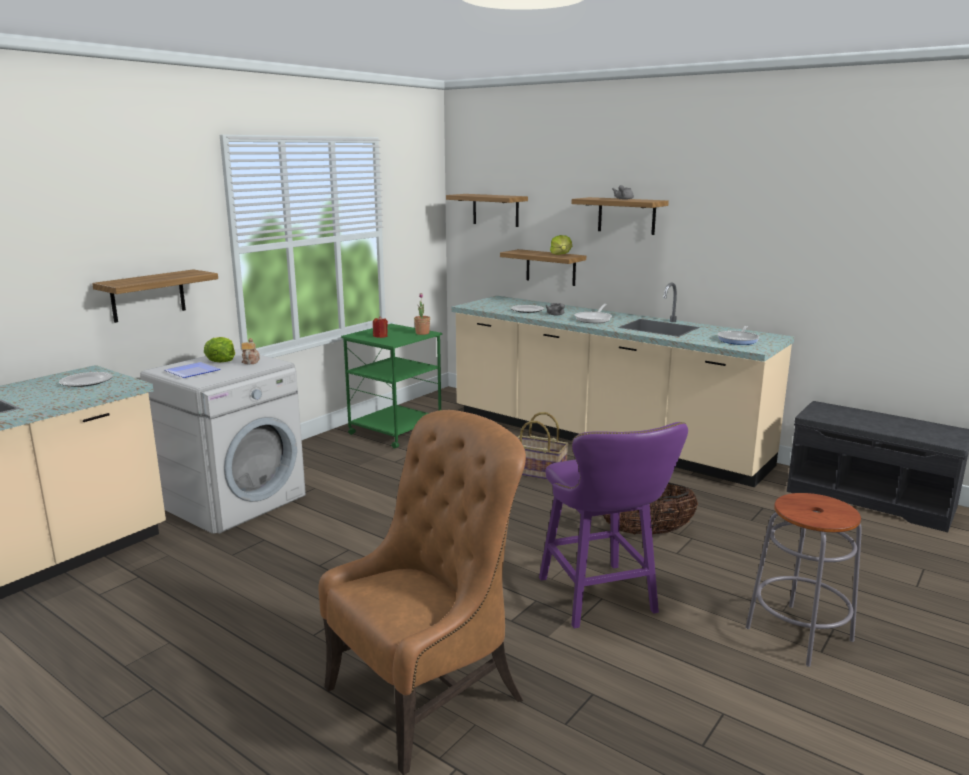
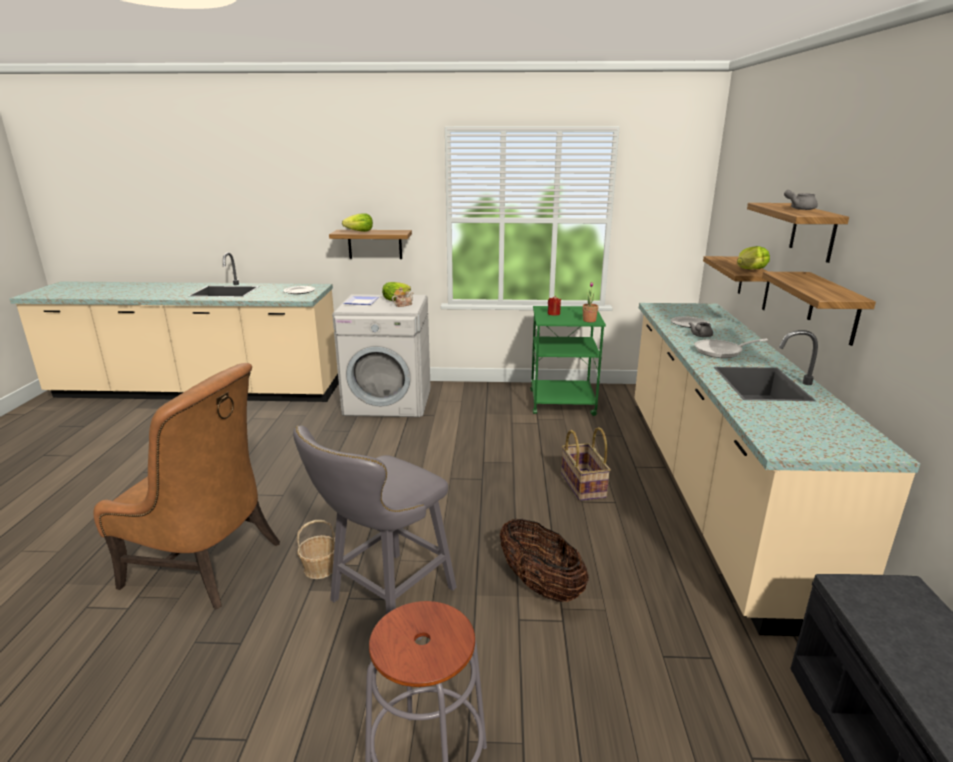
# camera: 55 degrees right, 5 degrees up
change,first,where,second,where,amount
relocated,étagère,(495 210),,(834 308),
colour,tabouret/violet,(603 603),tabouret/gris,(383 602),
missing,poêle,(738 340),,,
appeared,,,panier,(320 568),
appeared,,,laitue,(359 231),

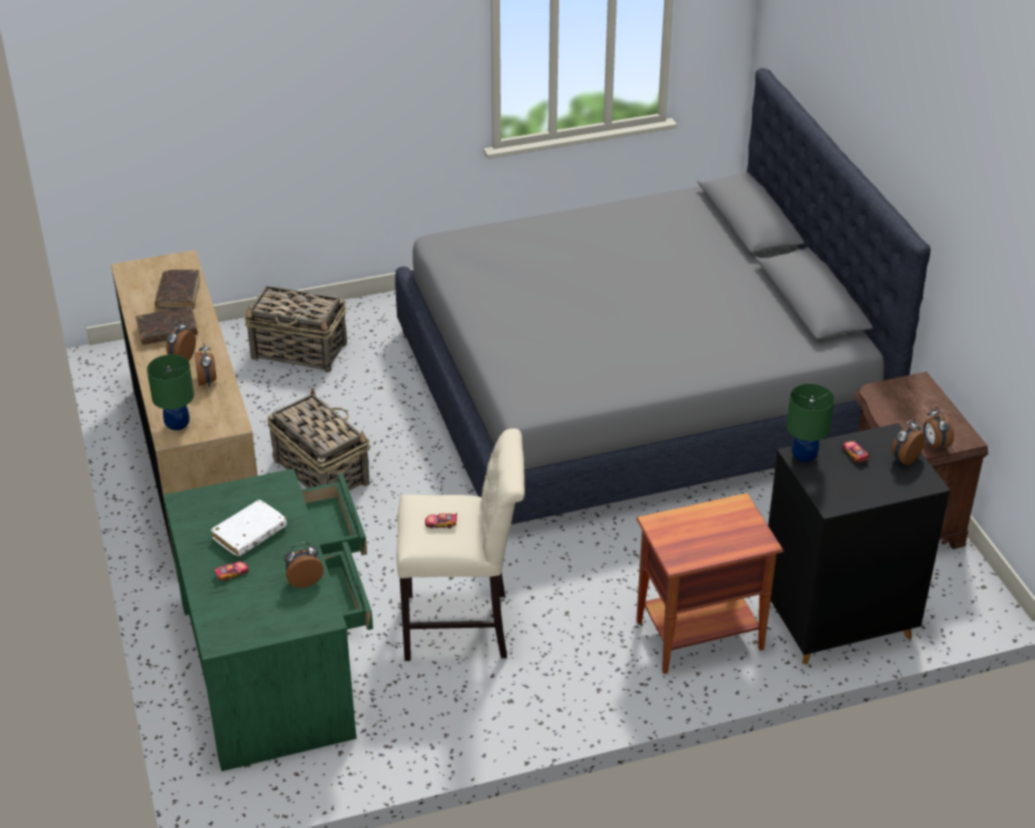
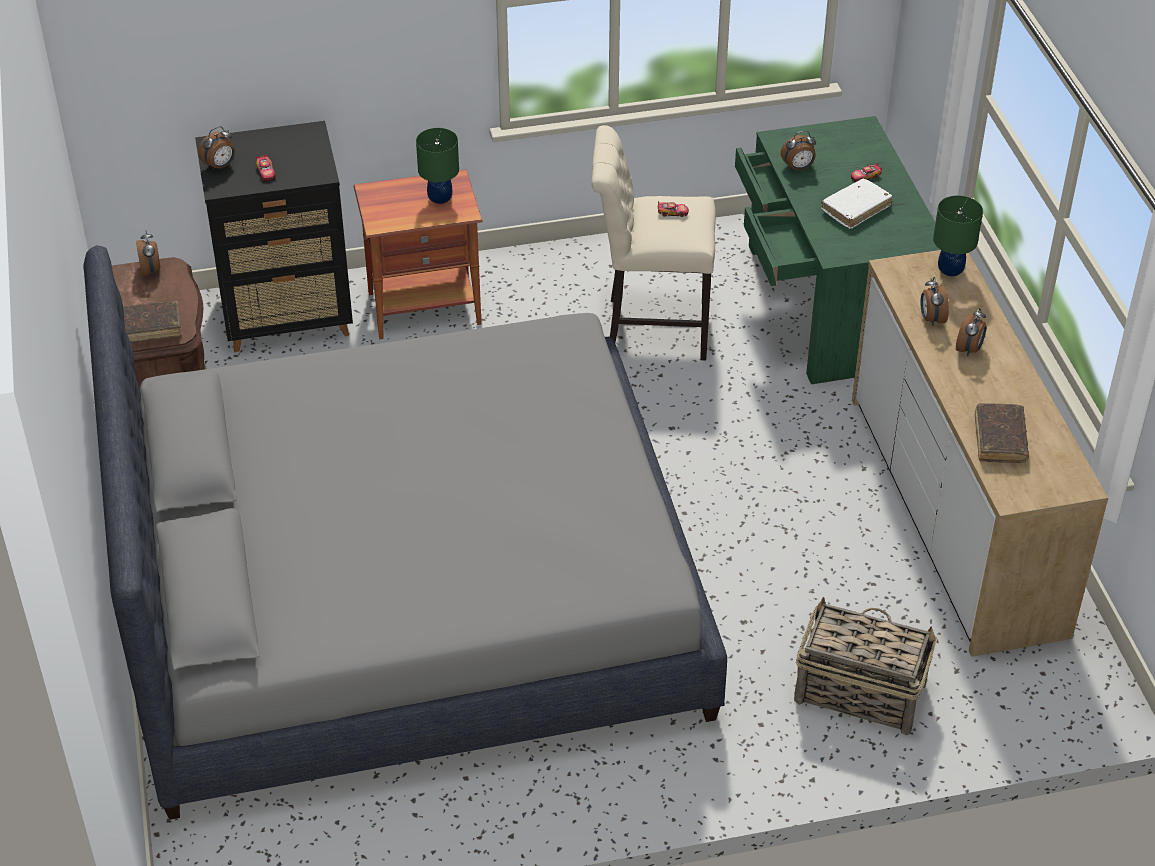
# camera: 175 degrees left, 5 degrees up
change,first,where,second,where,amount
relocated,livre/marron,(167 331),,(148 327),
missing,panier,(320 471),,,
relocated,lampe de table/vert,(803 456),,(440 200),

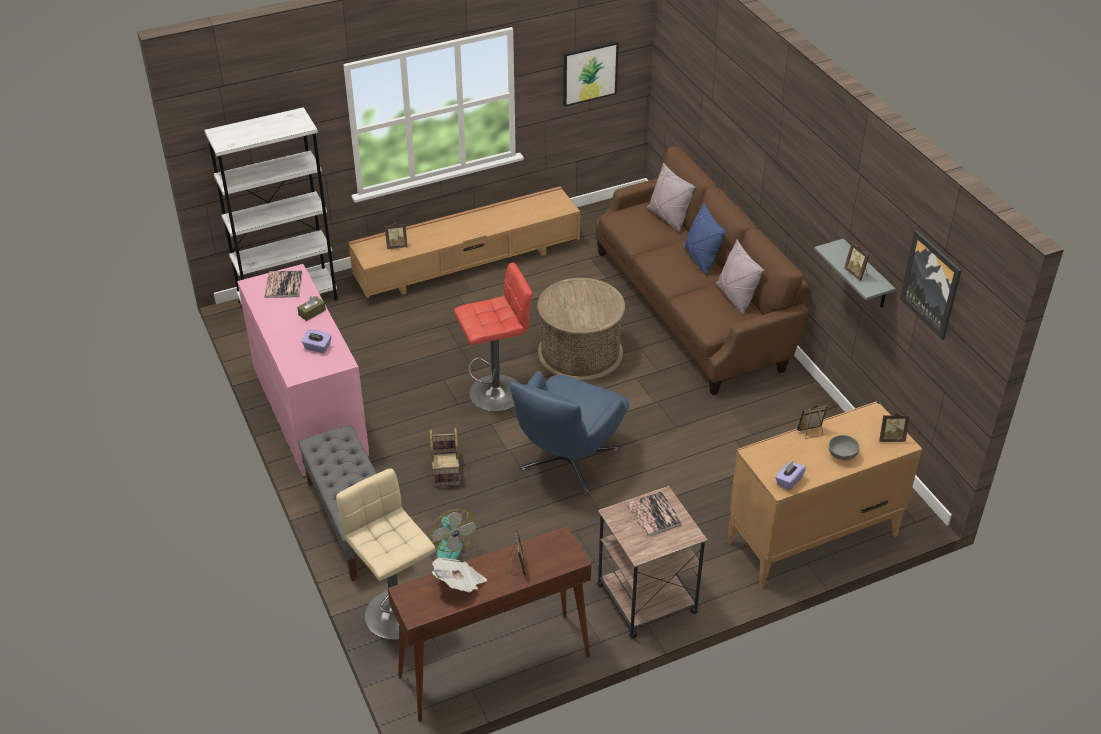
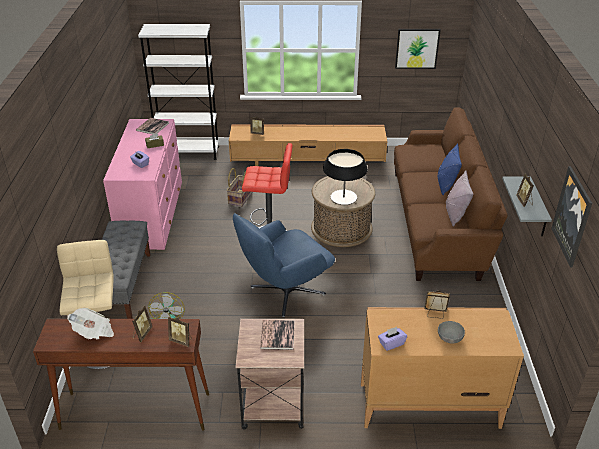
# camera: 25 degrees right, 5 degrees down
change,first,where,second,where,amount
relocated,panier,(445 469),,(240 197),
missing,coussin/violet,(668 218),,,
relocated,cadre photo,(891 438),,(181 340),
appeared,,,lampe de table,(343 197),

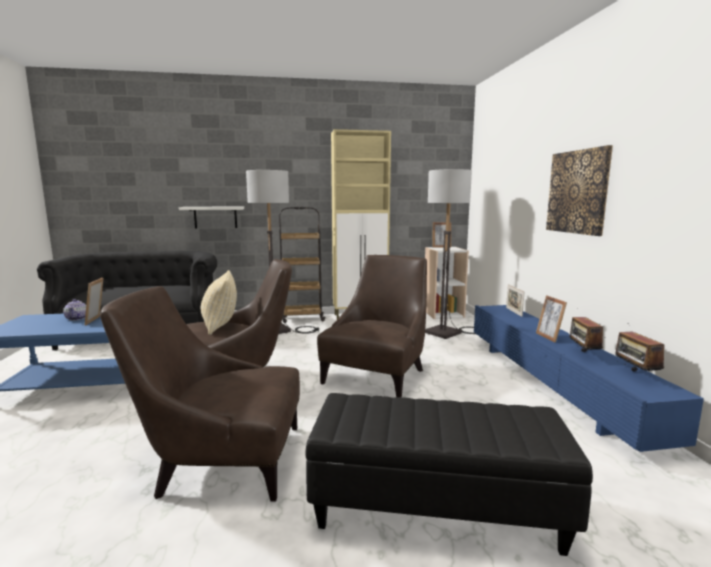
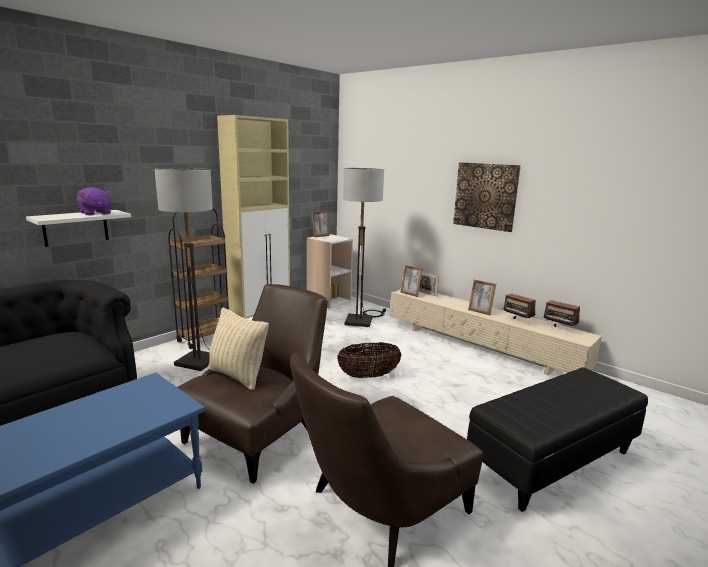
# camera: 40 degrees left, 5 degrees up
change,first,where,second,where,amount
missing,théière,(77 318),,,
relocated,cadre photo,(96 320),,(410 294),
exchanged,fauteuil/marron,(378 373),panier,(368 376),
colour,meuble télé/bleu,(551 383),meuble télé/beige,(480 345),
appeared,,,peluche/violet,(95 213),

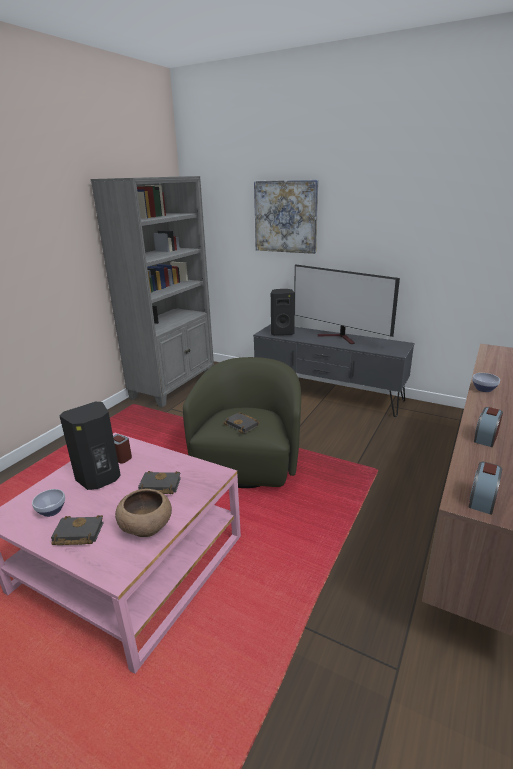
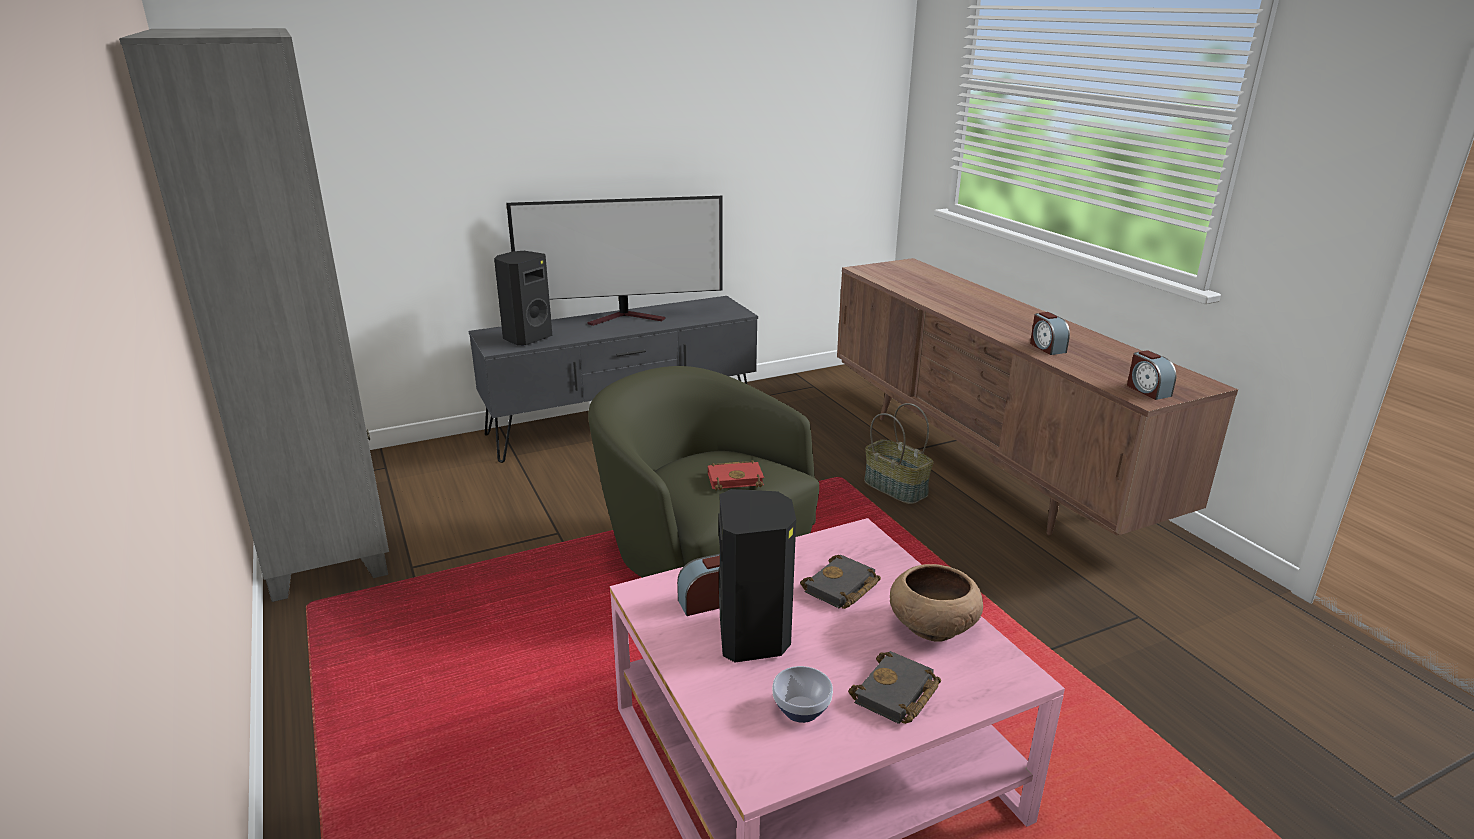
# camera: 55 degrees left, 0 degrees up
change,first,where,second,where,amount
colour,livre/noir,(243 425),livre/rouge,(736 479),
missing,tableau,(286 217),,,
missing,bol,(483 389),,,
appeared,,,panier,(896 488),

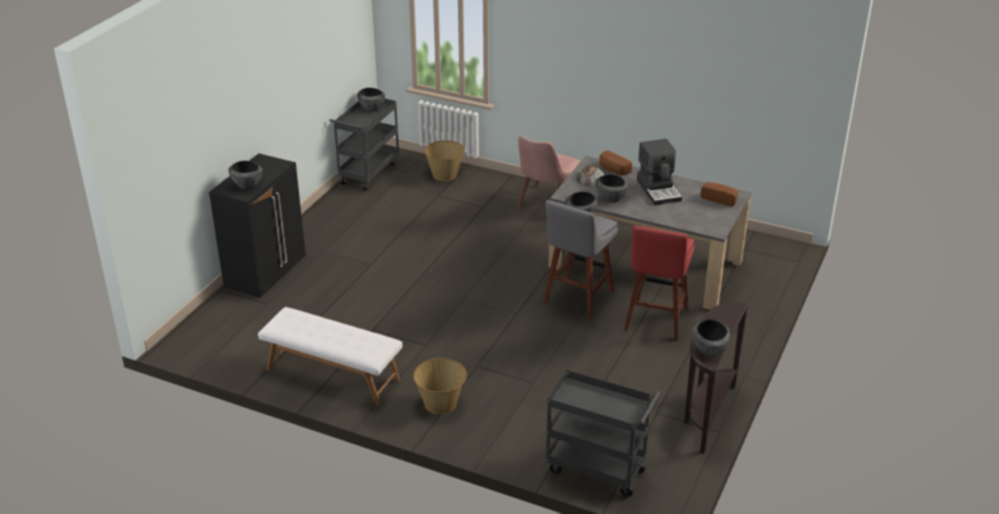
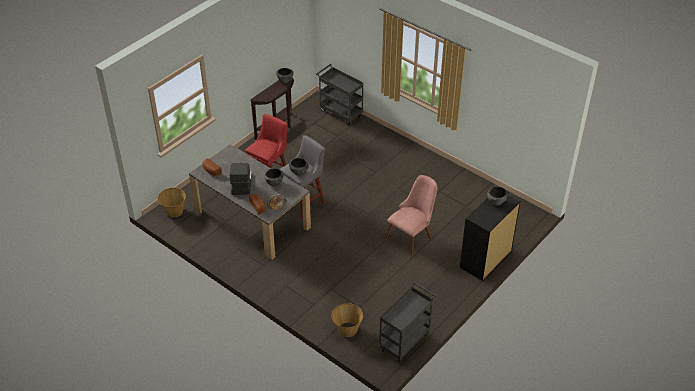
# camera: 165 degrees left, 10 degrees up
change,first,where,second,where,amount
missing,banc/blanc,(332 375),,,
missing,bol,(372 109),,,
relocated,panier,(441 403),,(174 211),
relocated,chaise/rose,(545 206),,(412 235),

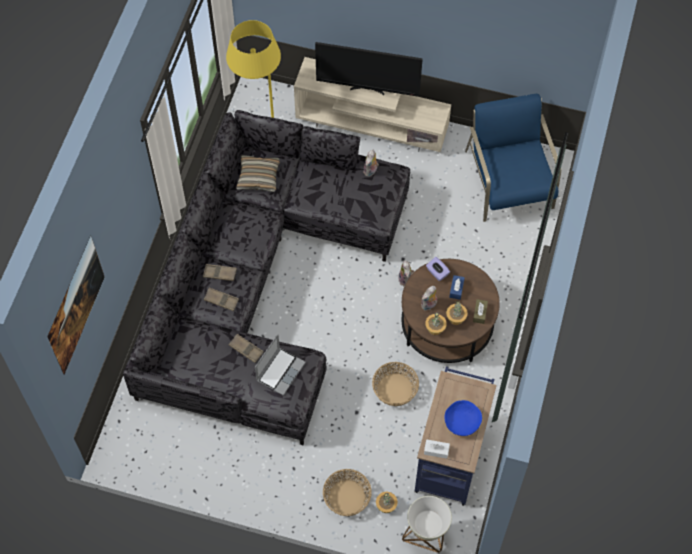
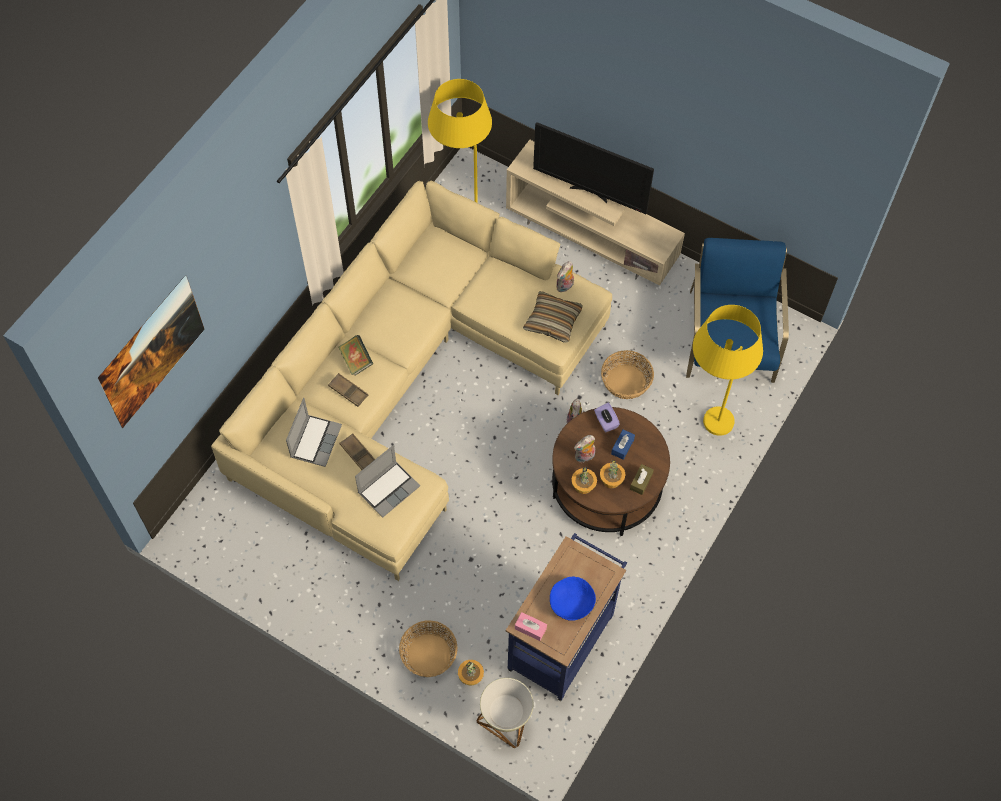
# camera: 15 degrees right, 0 degrees up
change,first,where,second,where,amount
colour,canapé/noir,(259 285),canapé/beige,(407 386),
exchanged,plateau/marron,(220 274),livre,(356 361),
relocated,coussin,(258 177),,(553 321),
relocated,panier,(395 389),,(626 381),
colour,boîte à mouchoirs/blanc,(436 450),boîte à mouchoirs/rose,(530 628),
appeared,,,ordinateur portable,(315 440),
appeared,,,lampadaire/jaune,(704 430),

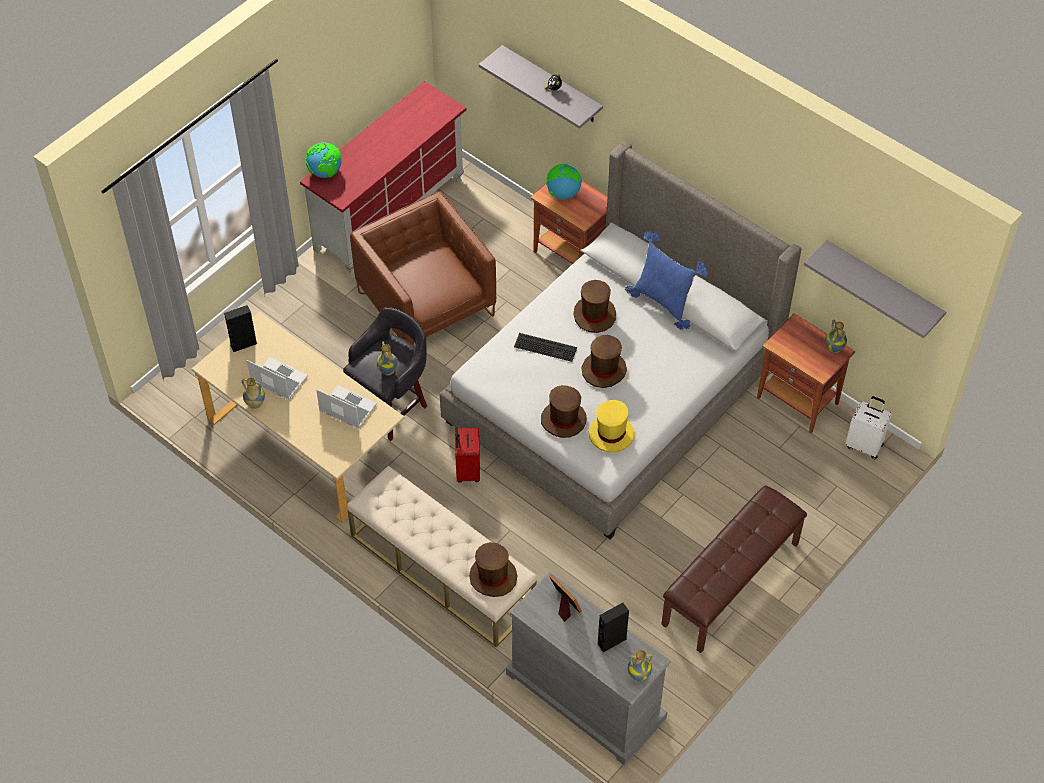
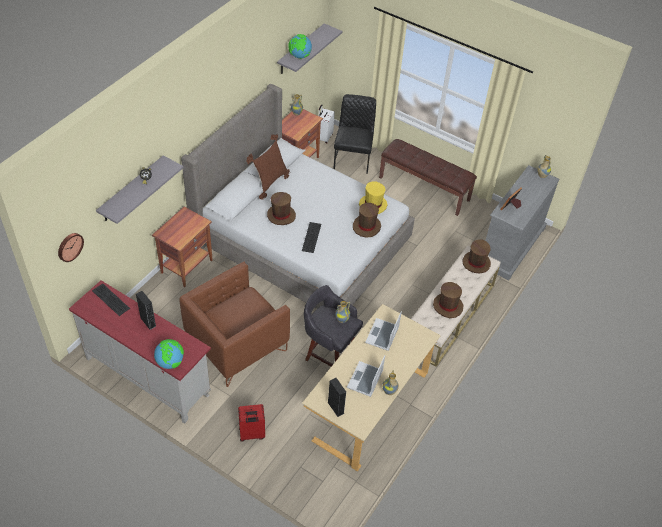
# camera: 100 degrees left, 5 degrees down
change,first,where,second,where,amount
relocated,valise/rouge,(467 471),,(252 434),
relocated,globe,(563 193),,(299 56),
relocated,chapeau/marron,(604 370),,(447 306),
relocated,enceinte/noir,(611 641),,(148 322),
colour,coussin/bleu,(664 305),coussin/marron,(268 184),
appeared,,,horloge murale,(69 246),
appeared,,,clavier,(109 299),
appeared,,,chaise/noir,(353 158),

